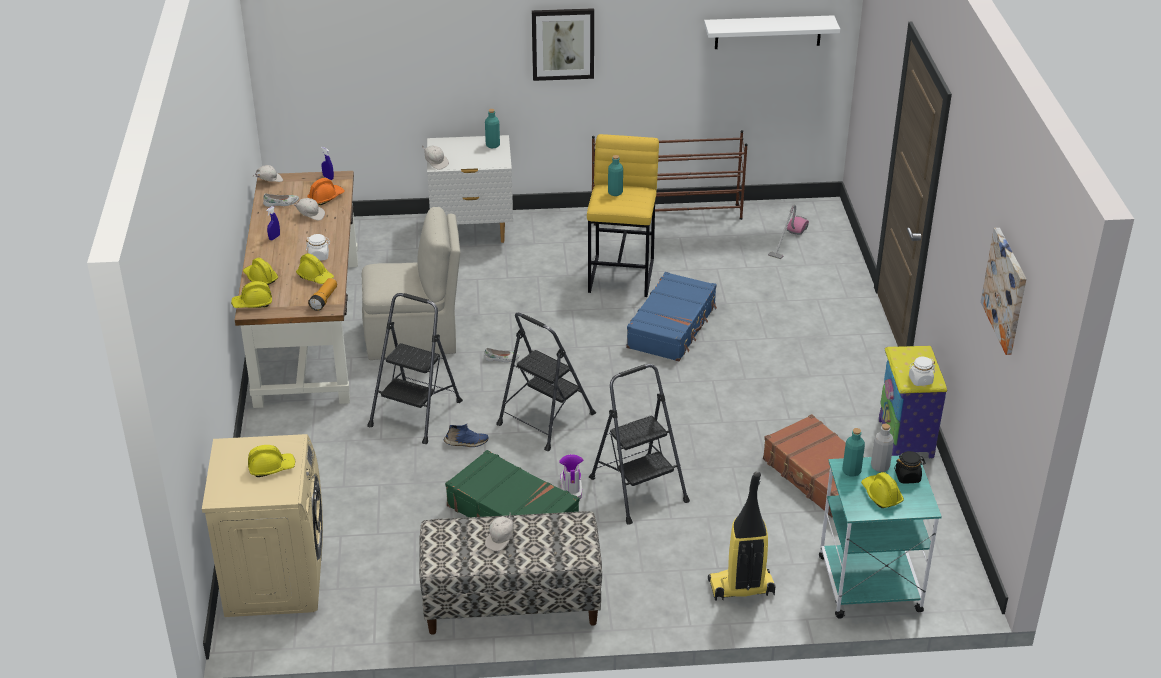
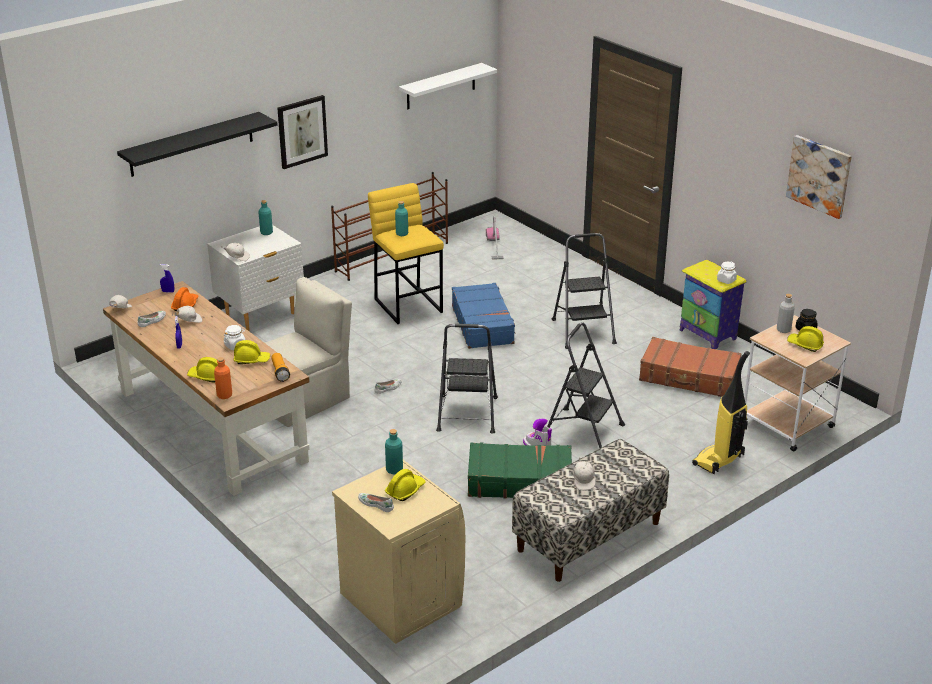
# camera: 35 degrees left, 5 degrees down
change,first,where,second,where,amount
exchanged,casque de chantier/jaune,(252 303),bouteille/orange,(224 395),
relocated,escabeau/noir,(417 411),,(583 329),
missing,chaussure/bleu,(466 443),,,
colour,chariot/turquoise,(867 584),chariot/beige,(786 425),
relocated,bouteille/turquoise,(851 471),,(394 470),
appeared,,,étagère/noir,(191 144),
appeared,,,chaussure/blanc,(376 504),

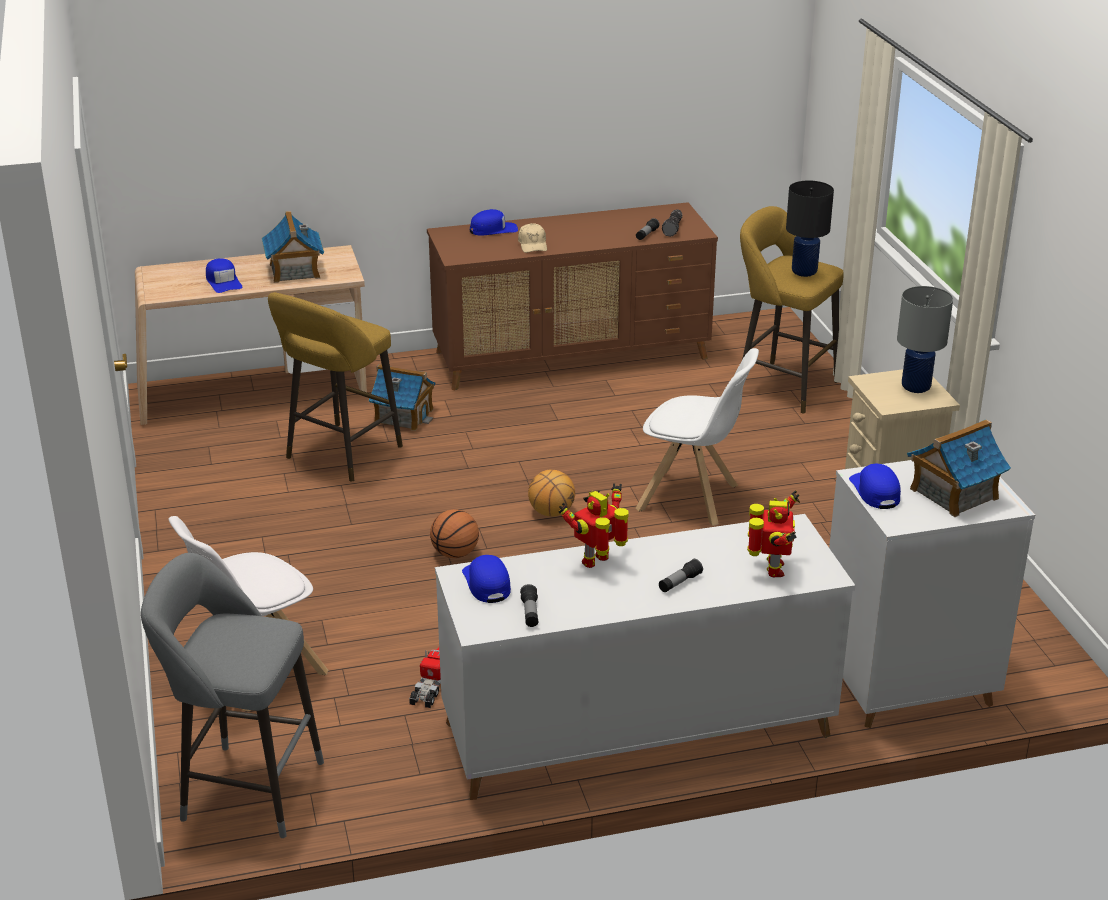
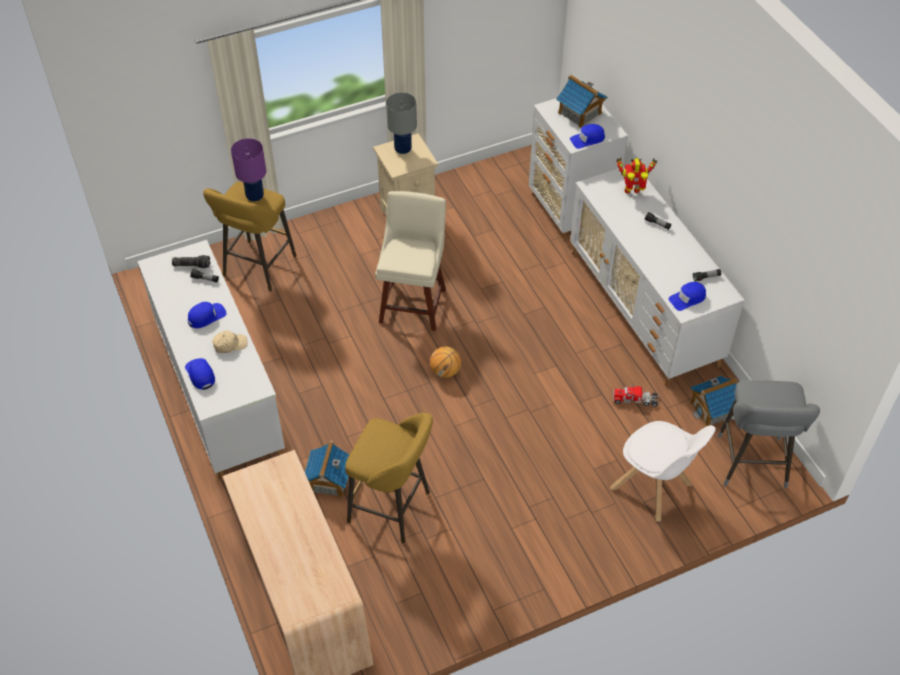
# camera: 100 degrees left, 20 degrees up
change,first,where,second,where,amount
relocated,casquette/bleu,(223 282),,(206 316),
relocated,maison miniature,(294 271),,(713 409),
colour,commode/marron,(571 355),commode/blanc,(220 391),
missing,ballon de basket,(455 553),,,
missing,robot jouet,(598 561),,,
exchanged,chaise/blanc,(693 498),tabouret/beige,(414 303),
colour,lampe de table/noir,(804 273),lampe de table/violet,(255 196),

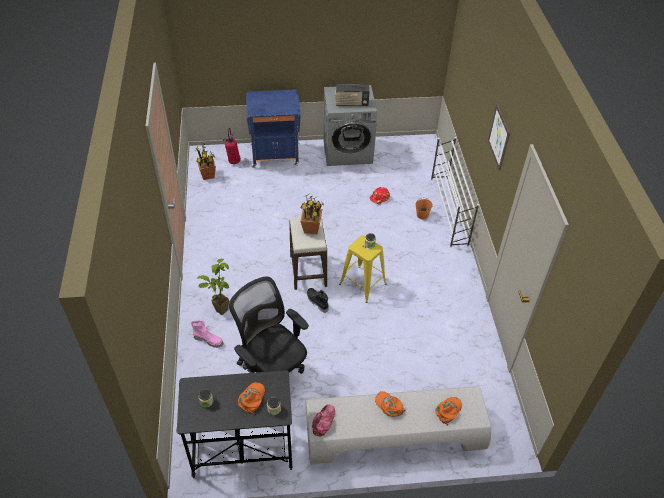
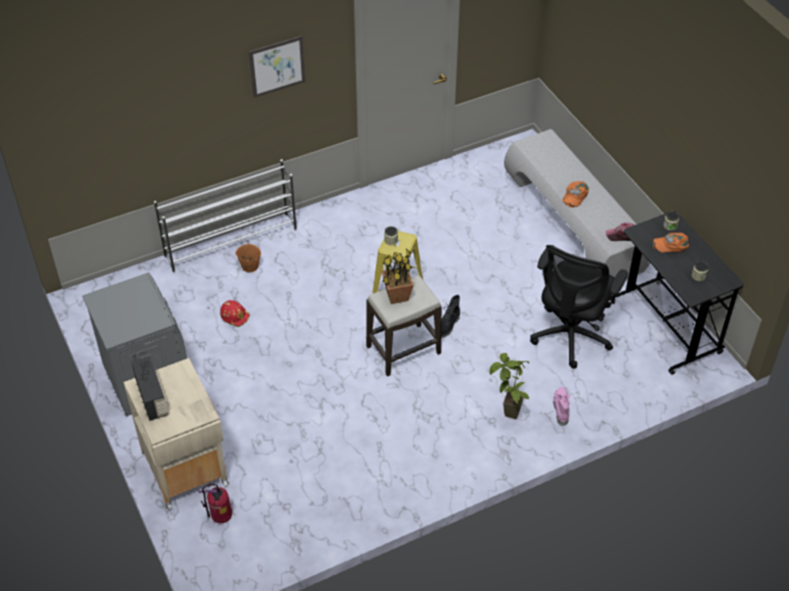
# camera: 110 degrees left, 0 degrees up
change,first,where,second,where,amount
missing,plante en pot,(208 175),,,
colour,chariot/bleu,(275 155),chariot/beige,(184 467),
relocated,radio,(351 103),,(152 398),
missing,casquette/orange,(448 410),,,

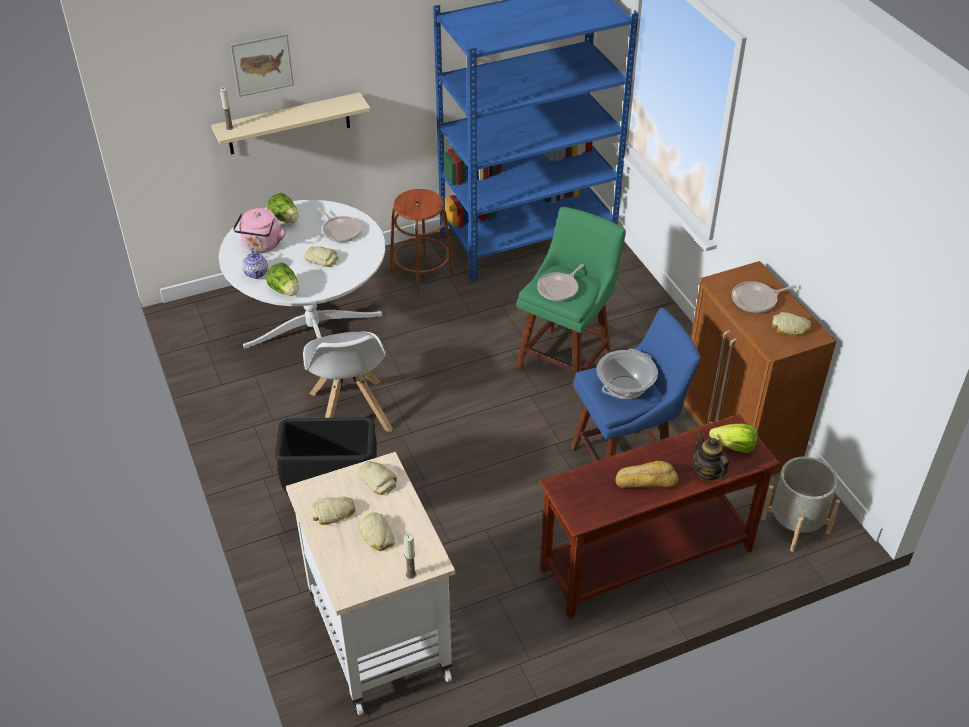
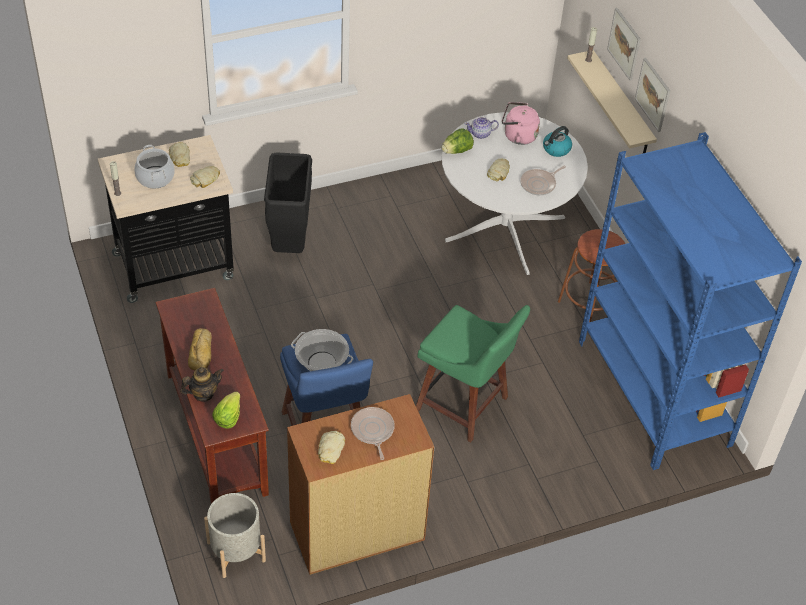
# camera: 90 degrees right, 5 degrees up
change,first,where,second,where,amount
exchanged,laitue,(285 219),bouilloire,(556 149),
colour,chariot/blanc,(378 637),chariot/noir,(174 266),
missing,chaise,(350 414),,,
exchanged,pain,(376 535),marmite,(155 177),
missing,poêle,(559 289),,,
appeared,,,tableau,(653 94),

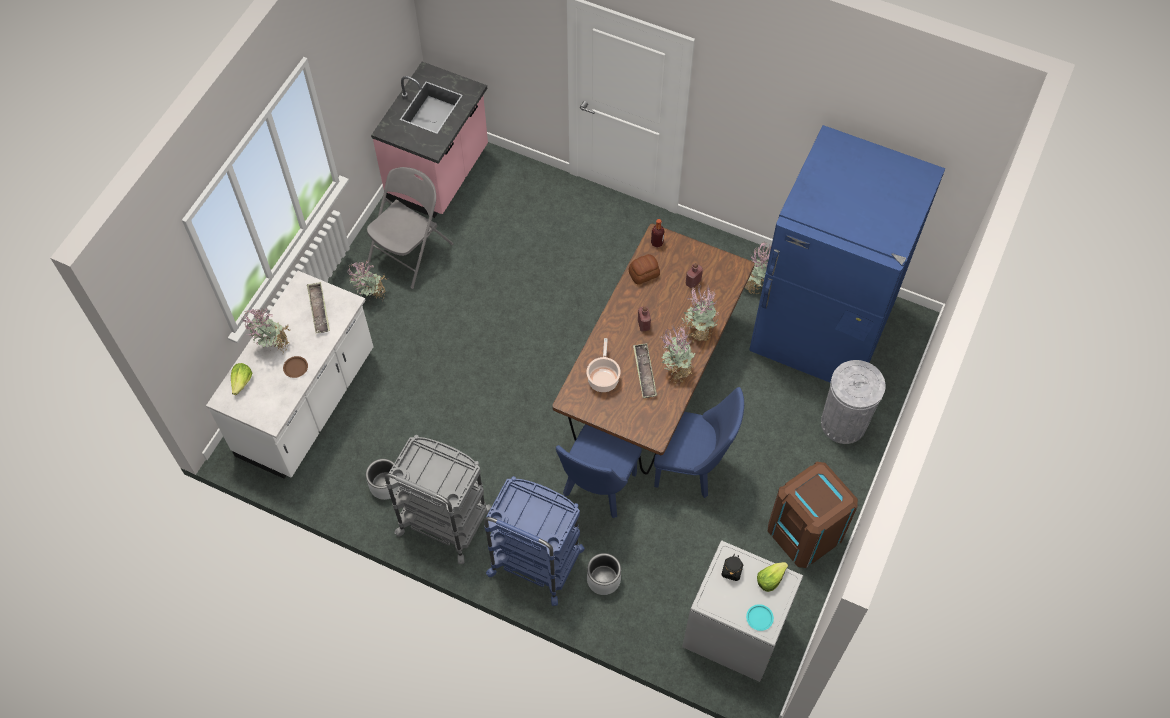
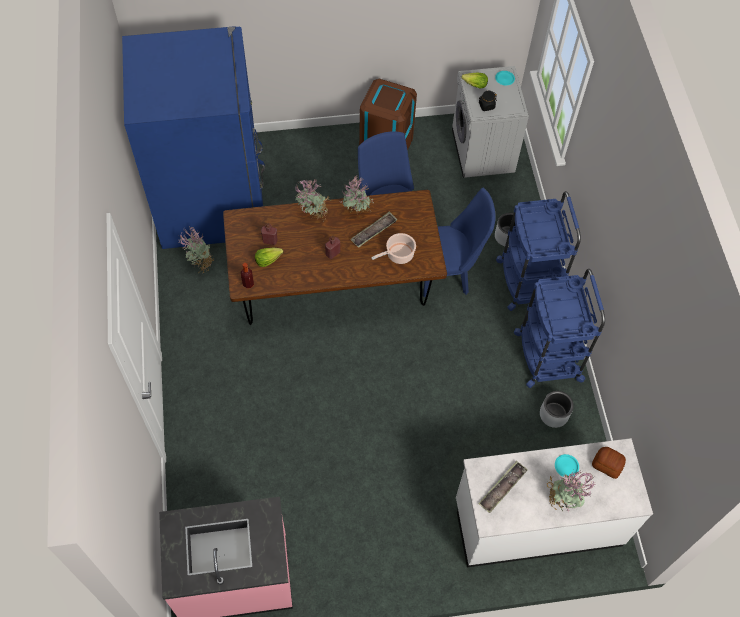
# camera: 125 degrees left, 0 degrees up
change,first,where,second,where,amount
relocated,laitue,(242 382),,(268 259),
colour,assiette/marron,(296 368),assiette/turquoise,(566 466),
missing,plante en pot,(371 296),,,
missing,chaise/gris,(410 252),,,
colour,chariot/gris,(444 521),chariot/bleu,(547 356),
relocated,pain,(644 274),,(607 464),
missing,poubelle/gris,(843 423),,,

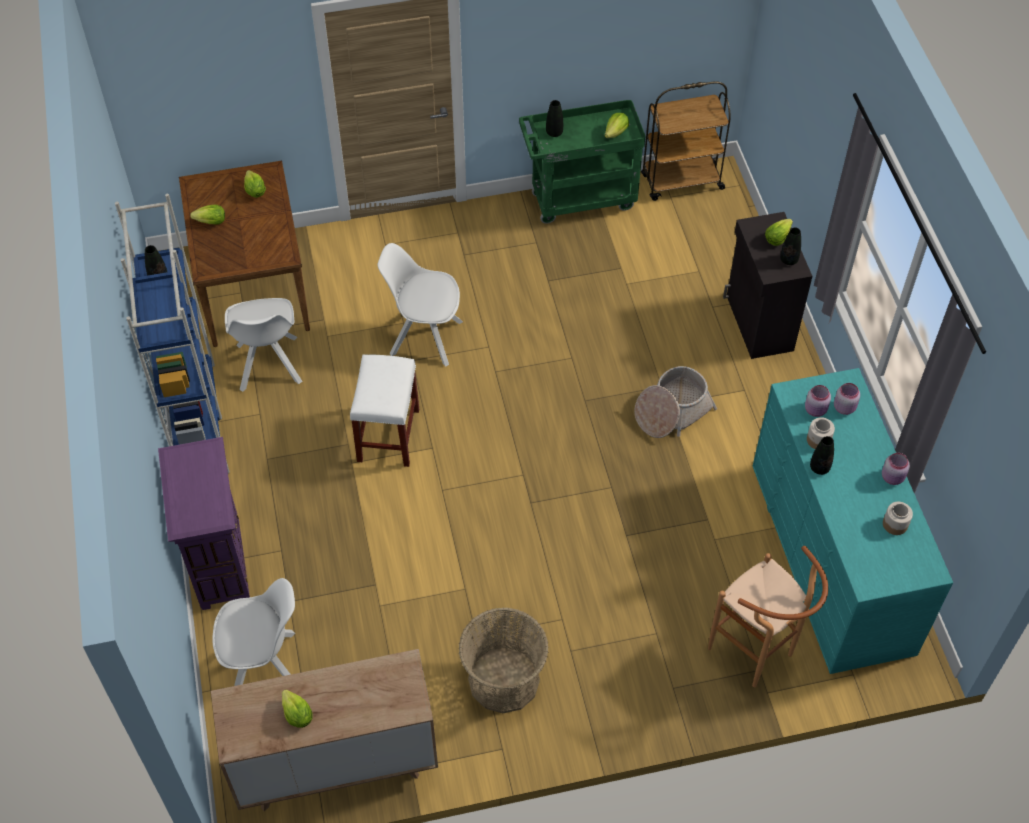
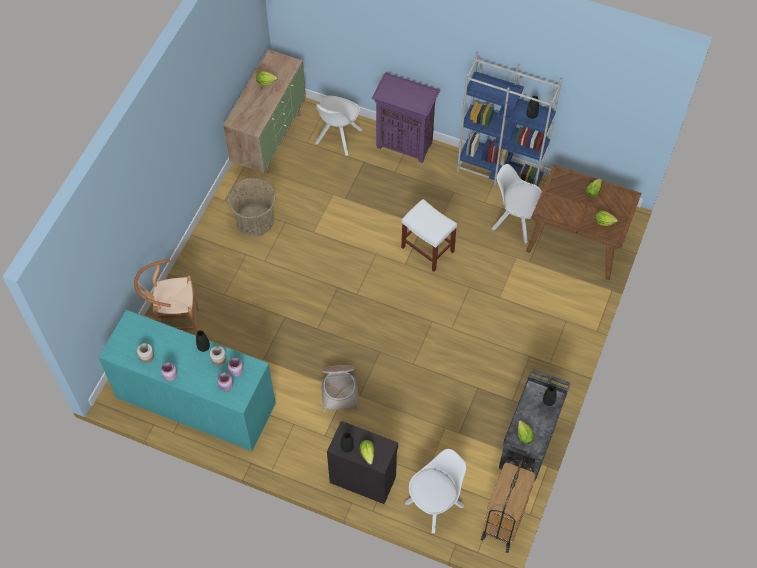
# camera: 125 degrees right, 5 degrees up
change,first,where,second,where,amount
relocated,chaise/blanc,(424 337),,(435 504),
colour,chariot/vert,(578 203),chariot/noir,(528 444),

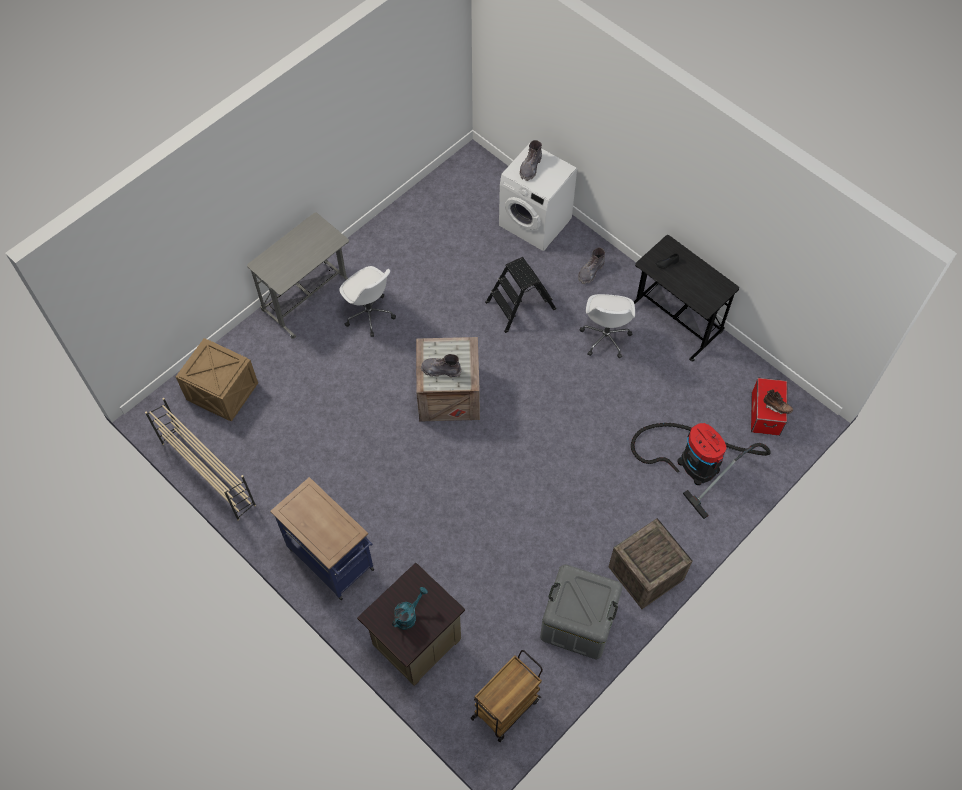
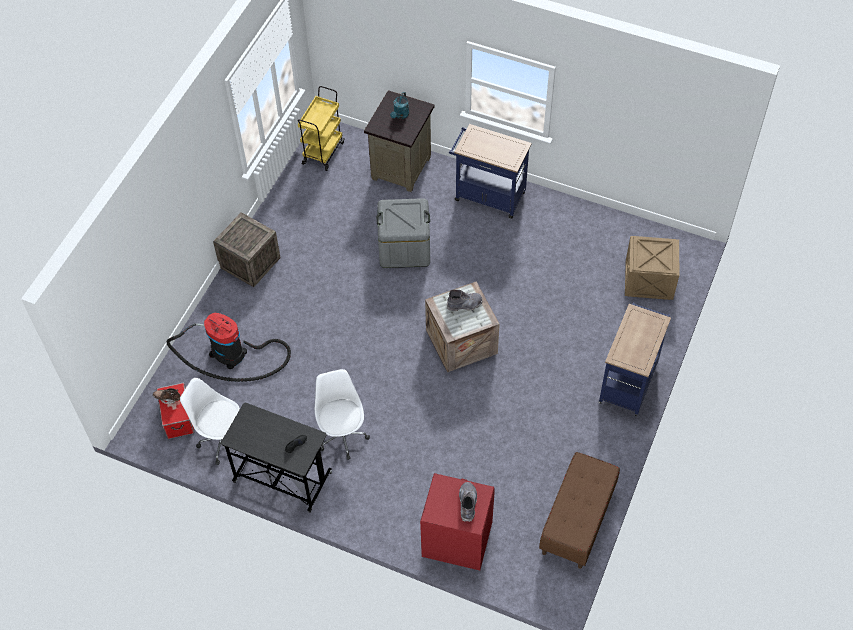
# camera: 160 degrees right, 5 degrees down
change,first,where,second,where,amount
missing,étagère à chaussures/beige,(208 473),,,
exchanged,bureau/gris,(309 299),chariot/bleu,(629 381),
relocated,chaise de bureau/blanc,(370 316),,(221 441),
colour,chariot/marron,(505 709),chariot/jaune,(323 152),
missing,escabeau/noir,(520 305),,,
colour,lave-linge/blanc,(534 222),lave-linge/rouge,(457 537),
relocated,boîte de rangement/gris,(578 621),,(404 248),
missing,botte/gris,(590 272),,,
appeared,,,banc/marron,(577 521),

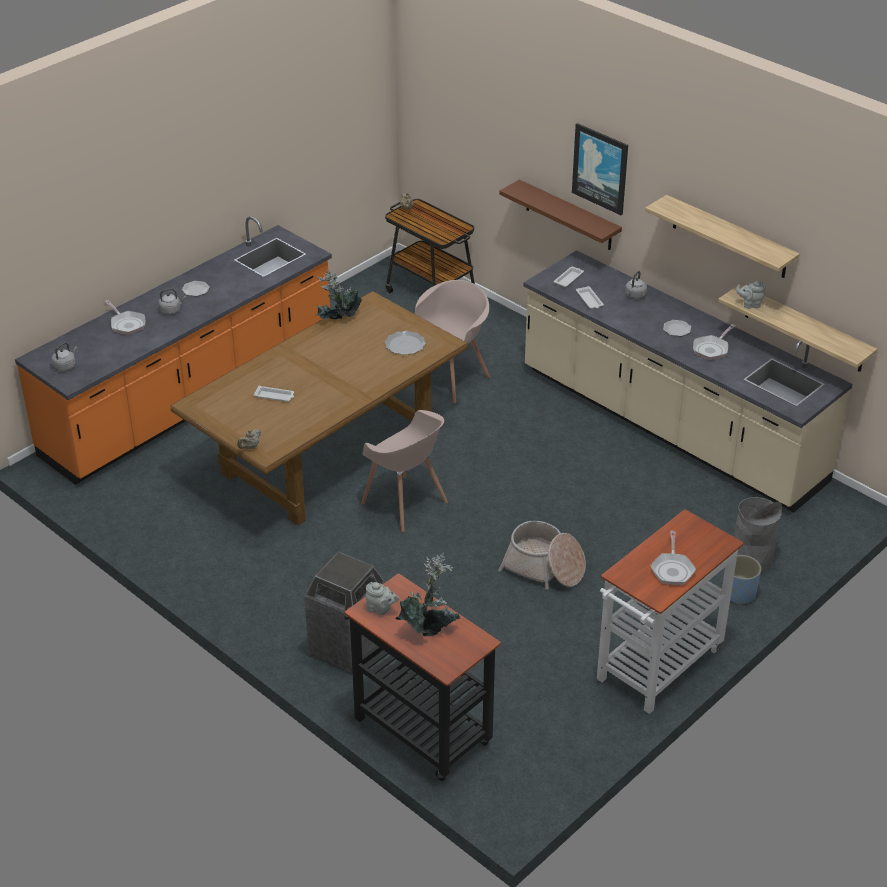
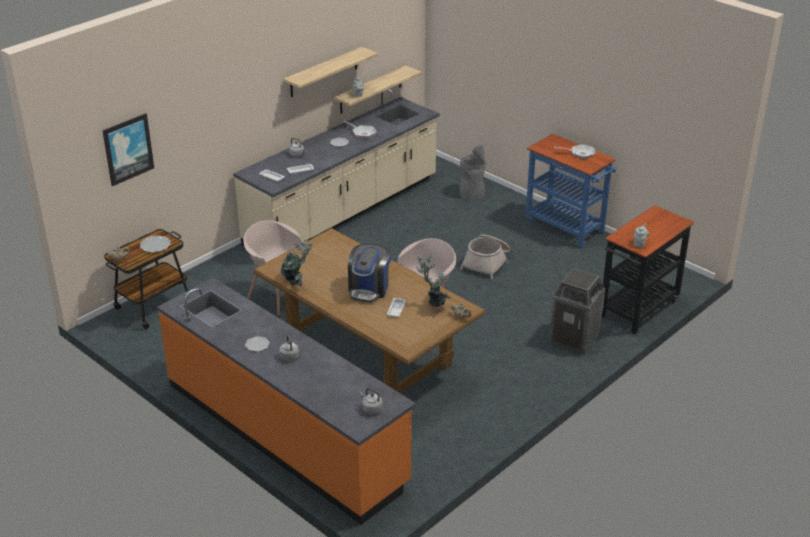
# camera: 90 degrees left, 5 degrees down
change,first,where,second,where,amount
missing,poêle,(126 324),,,
relocated,assiette,(405 345),,(155 245),
relocated,plante en pot,(429 628),,(434 304),
missing,étagère/marron,(568 216),,,
relocated,tableau,(600 168),,(128 149),
colour,chariot/blanc,(658 665),chariot/bleu,(565 228),
missing,cache-pot/bleu,(738 593),,,
appeared,,,machine à café,(369 289),

